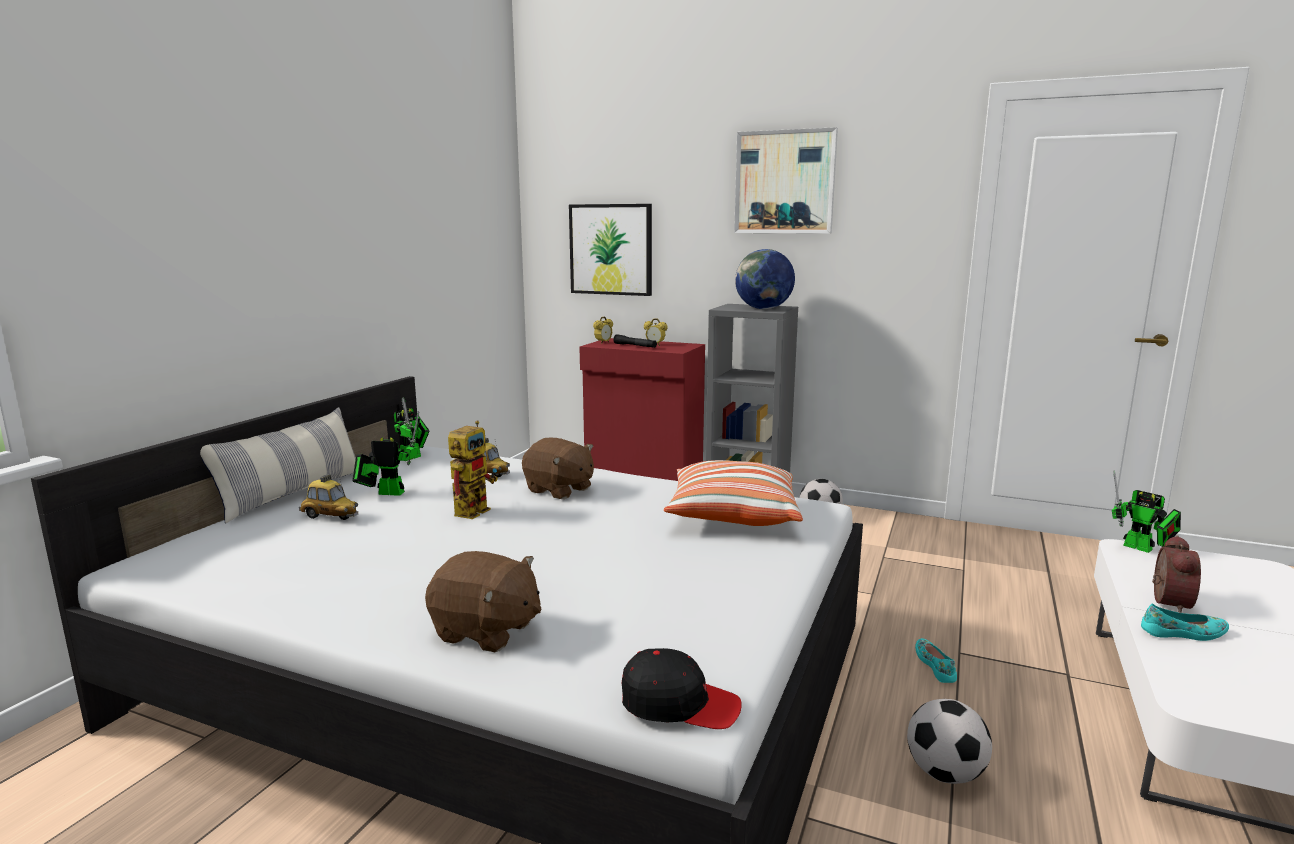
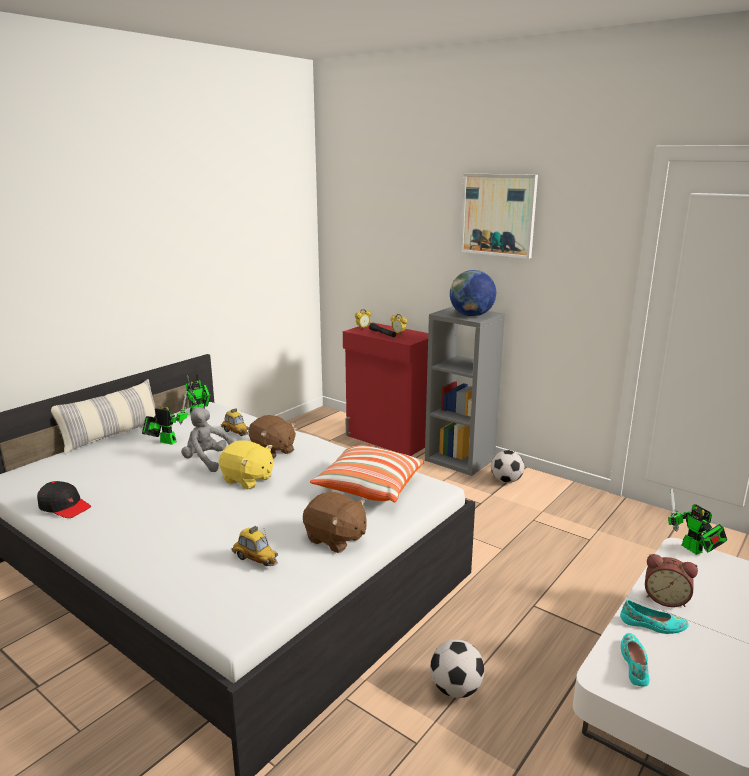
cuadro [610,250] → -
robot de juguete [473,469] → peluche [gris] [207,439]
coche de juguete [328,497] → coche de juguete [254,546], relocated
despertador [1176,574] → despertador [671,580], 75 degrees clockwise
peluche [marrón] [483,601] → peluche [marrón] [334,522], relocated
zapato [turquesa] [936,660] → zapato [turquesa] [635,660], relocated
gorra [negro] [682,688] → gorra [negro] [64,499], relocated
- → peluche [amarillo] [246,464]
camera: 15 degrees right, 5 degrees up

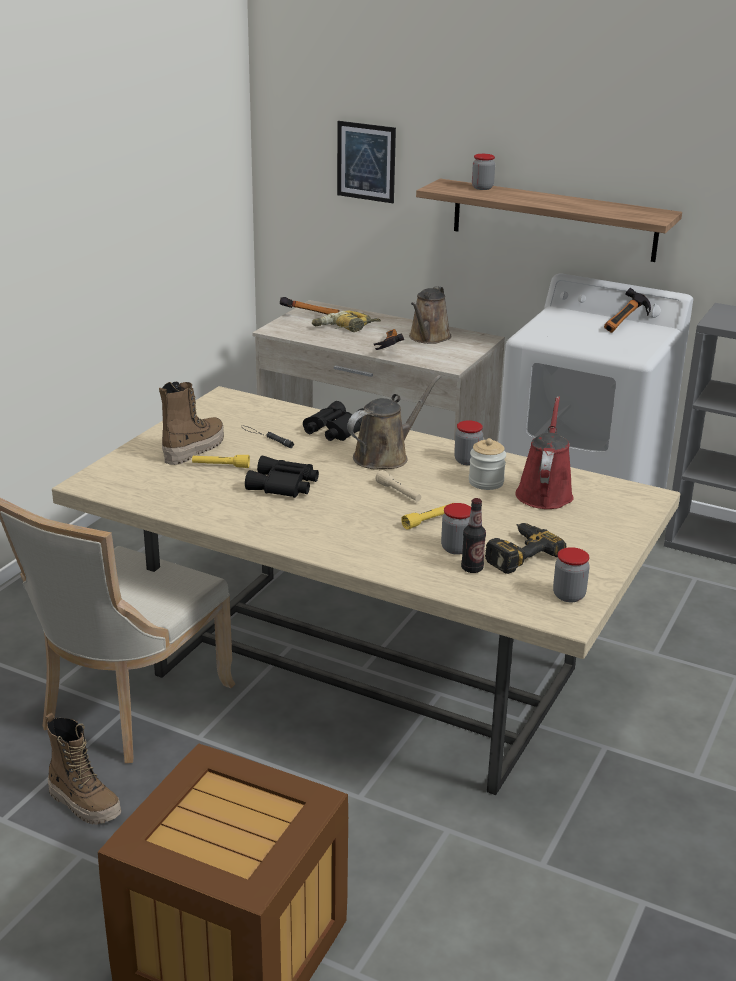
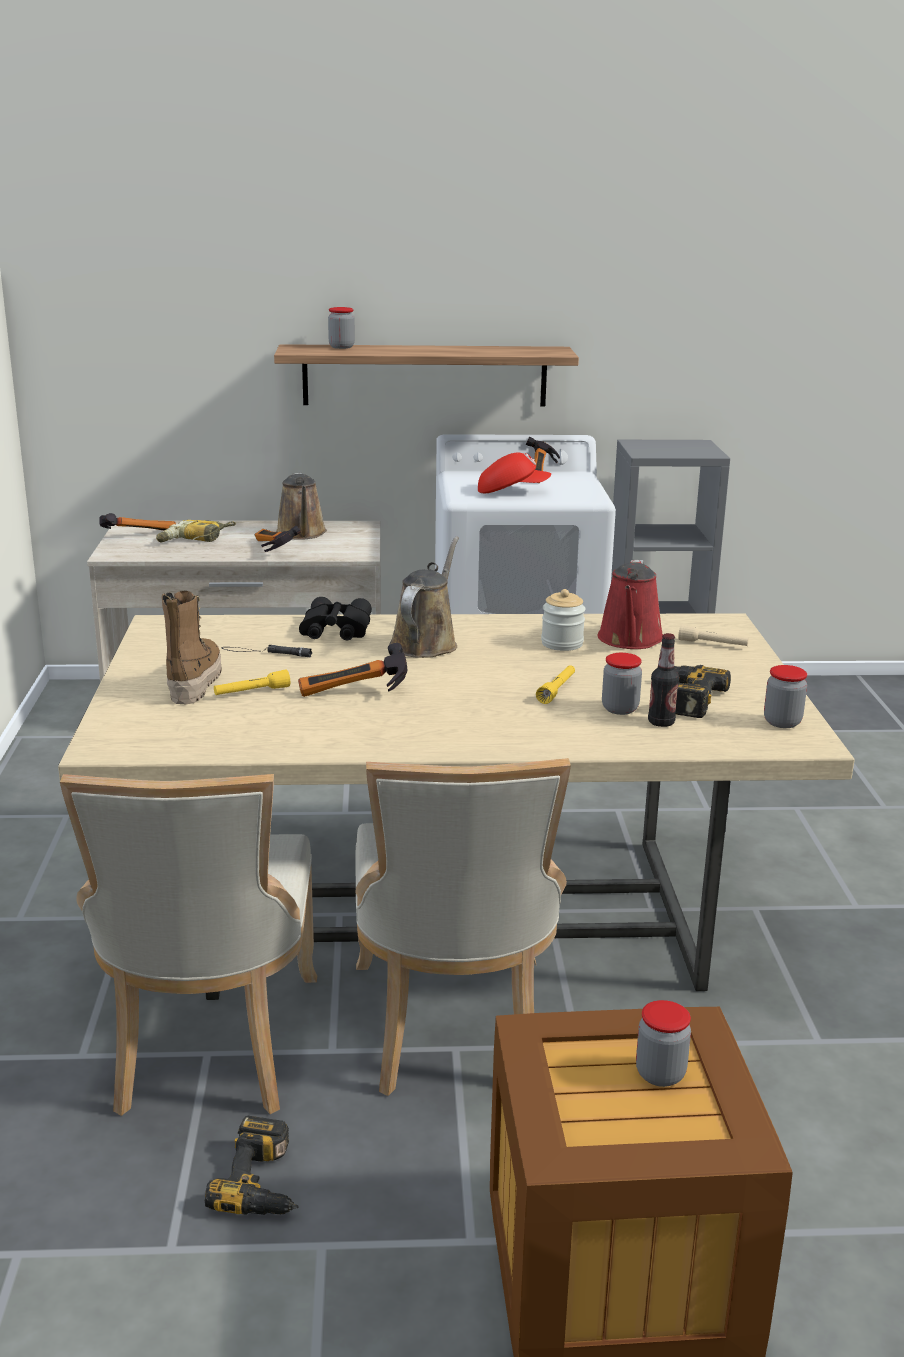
cuadro [366,162] → -
regadera [rojo] [544,452] → regadera [rojo] [630,604], 150 degrees counterclockwise
tarro [468,443] → tarro [663,1043], relocated
prismáticos [negro] [282,477] → martillo [352,670]
linterna [beis] [398,486] → linterna [beis] [713,635], relocated
bota [83,768] → taladro [252,1165]
- → gorra [rojo] [514,473]
- → silla [beis] [463,927]
camera: 30 degrees left, 5 degrees down

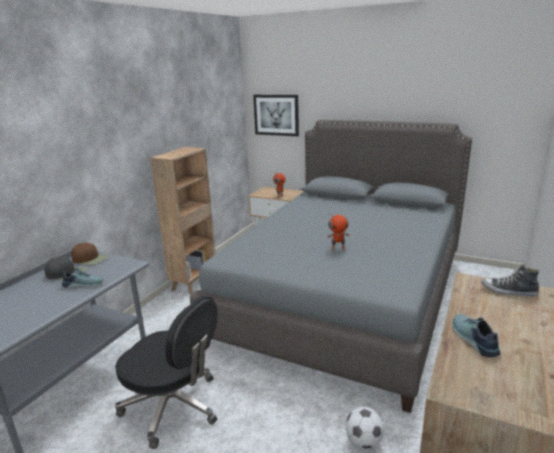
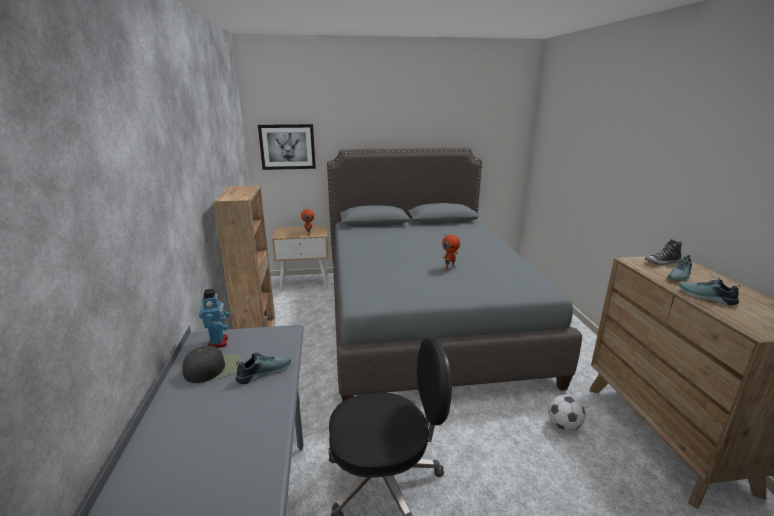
gorra [marrón] [89,254] → robot de juguete [215,318]
- → zapato [679,268]
camera: 35 degrees left, 0 degrees up

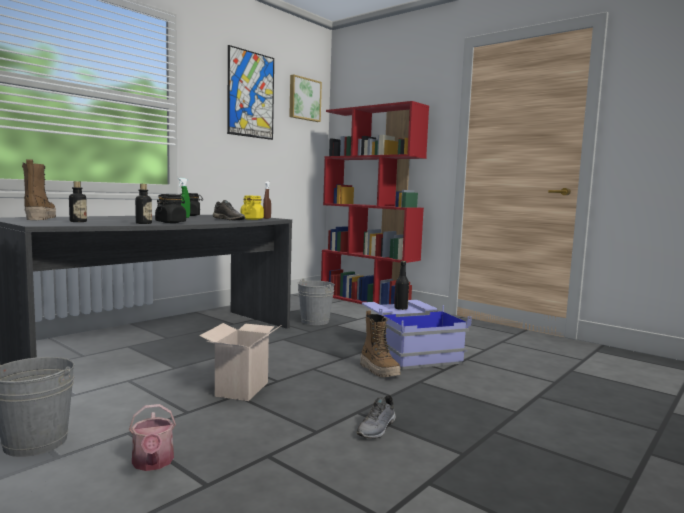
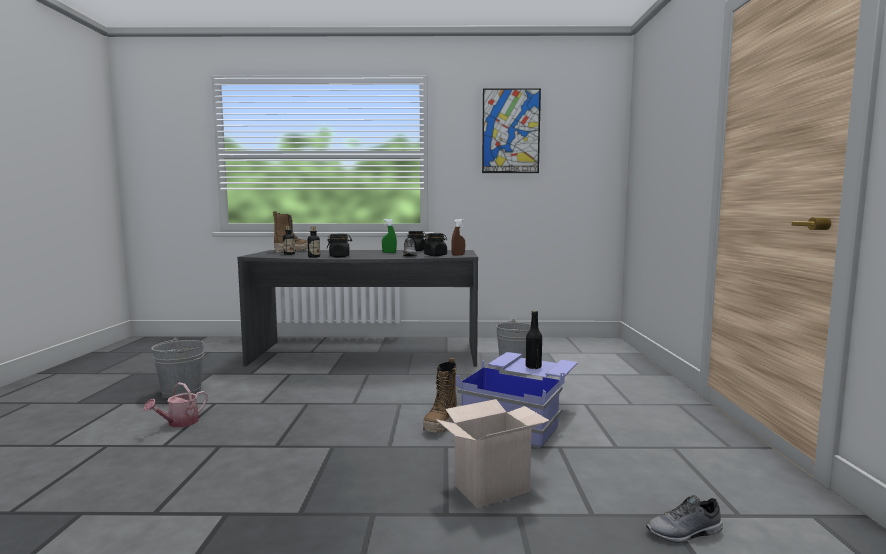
cuadro [305,98] → -
estantería [rojo] [375,203] → -
tarro [amarillo] [252,207] → tarro [negro] [435,244]
caja de cartón [240,362] → caja de cartón [493,453], relocated
zapato [gris] [376,416] → zapato [gris] [684,519], relocated
camera: 50 degrees right, 0 degrees up

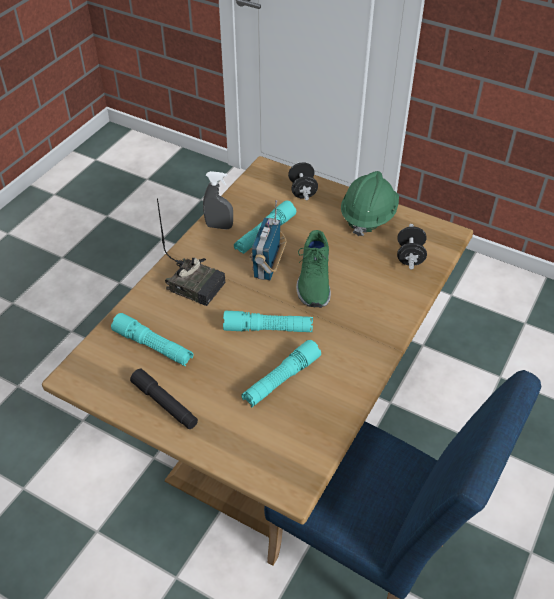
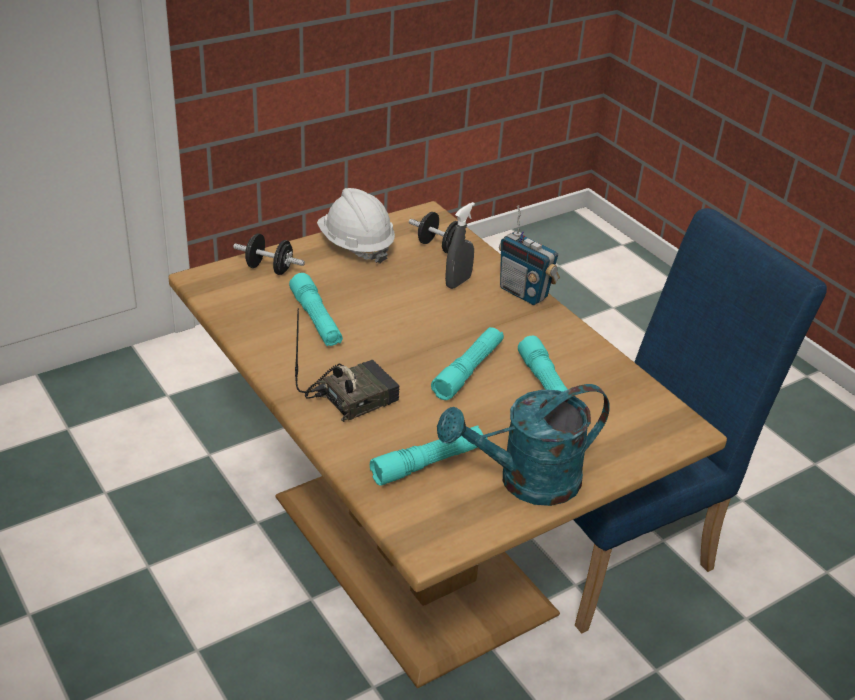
pulverizador [gris] [218,200] → pulverizador [gris] [460,245], relocated
casco [verde] [370,203] → casco [blanco] [356,226]
radio [268,240] → radio [529,255], relocated
zapato [verde] [313,269] → -
linterna [negro] [164,399] → regadera [turquesa] [523,445]
camera: 65 degrees left, 10 degrees down

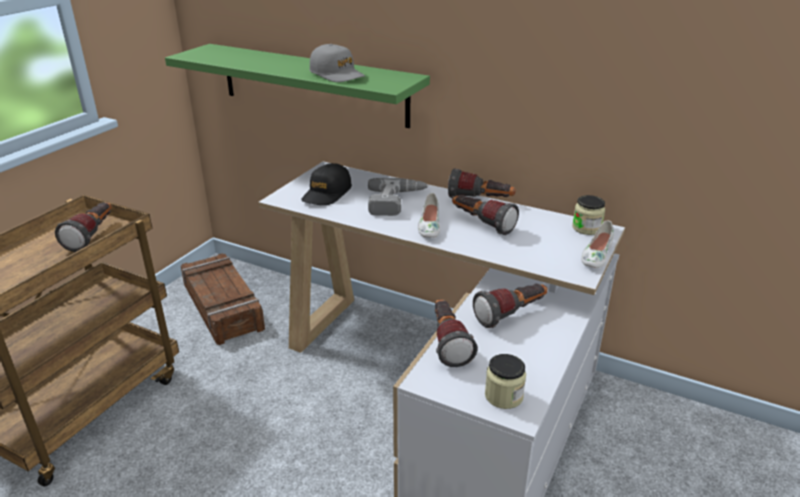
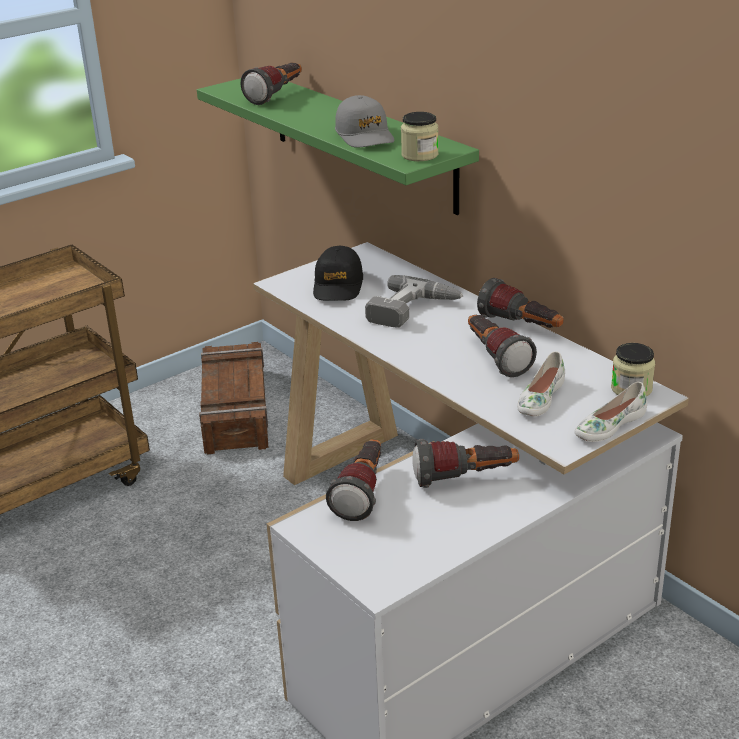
gorra [negro] [326,184] → gorra [negro] [338,273], 45 degrees counterclockwise
zapato [blanco] [429,215] → zapato [blanco] [541,384], relocated
linterna [83,227] → linterna [271,83], relocated
tarro [505,381] → tarro [420,136], relocated
camera: 25 degrees right, 0 degrees up

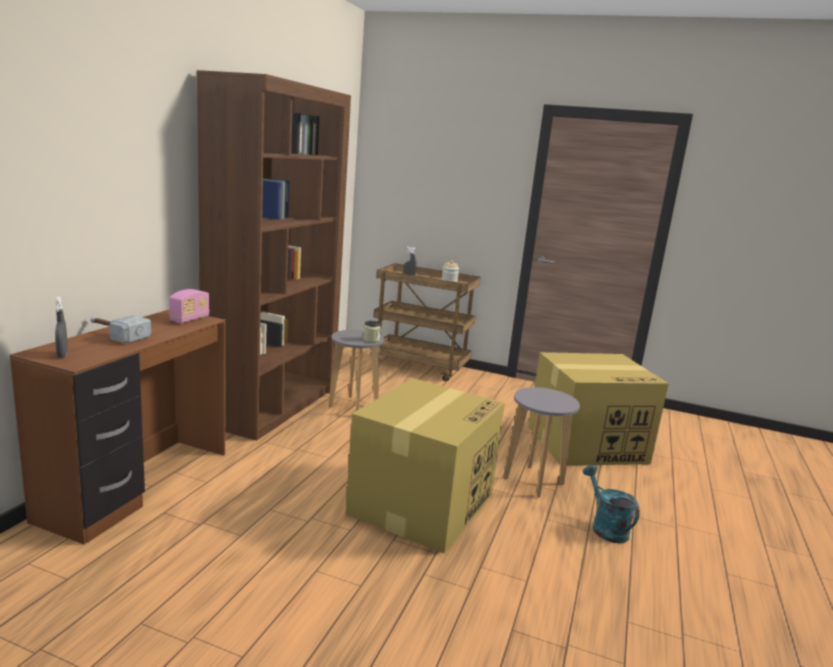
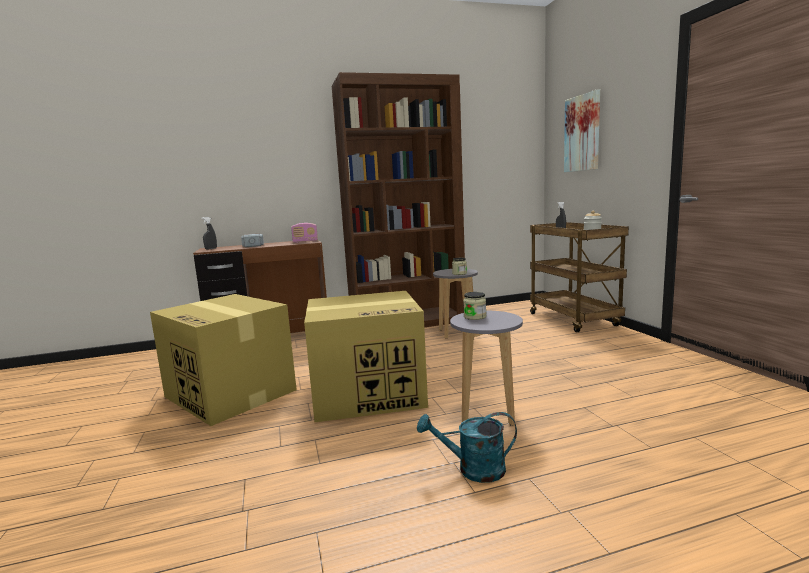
caja de cartón [598,409] → caja de cartón [223,360], relocated
regadera [turquesa] [611,504] → regadera [turquesa] [467,447], 120 degrees counterclockwise
- → cuadro [582,131]
- → tarro [474,306]
camera: 55 degrees right, 5 degrees down

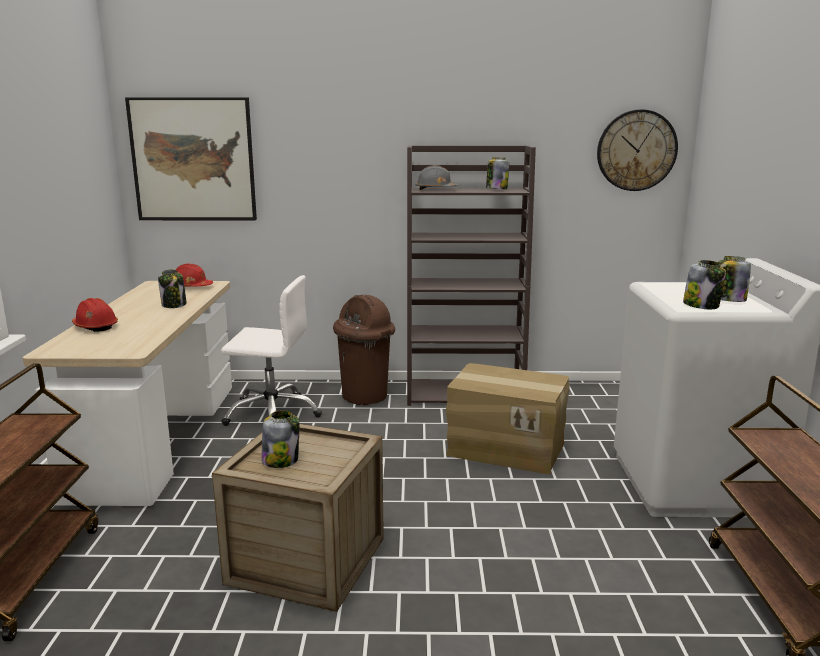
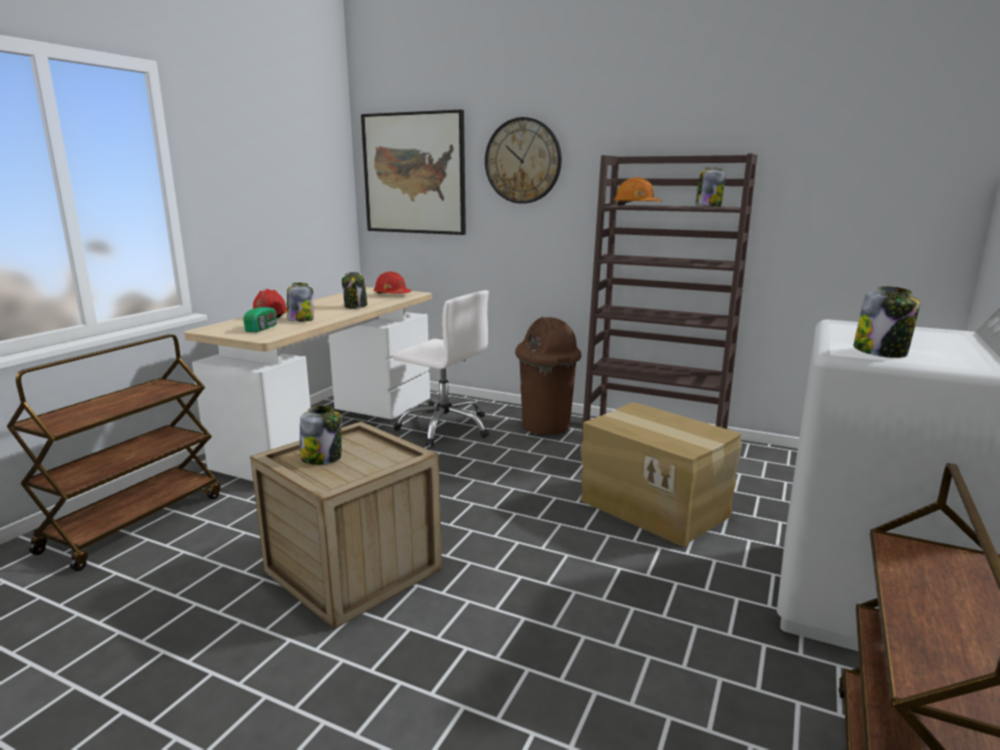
reloj de pared [637,150] → reloj de pared [523,160], relocated
casco [gris] [436,177] → casco [naranja] [637,191]
tarro [734,279] → tarro [300,302], relocated
- → radio [260,311]
camera: 25 degrees right, 0 degrees up

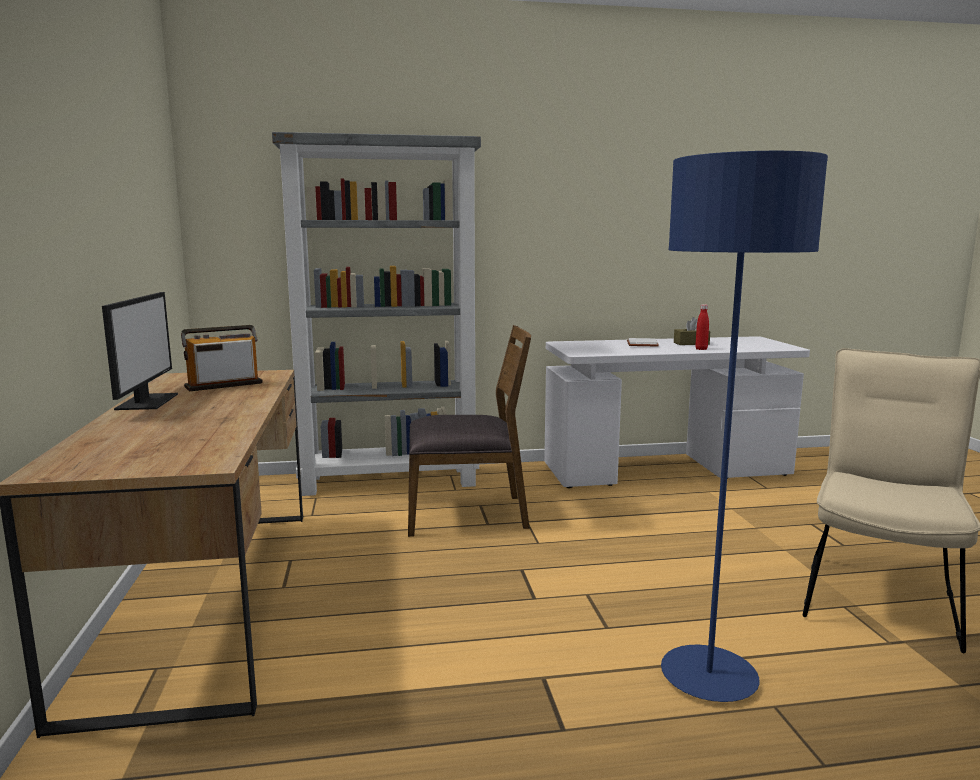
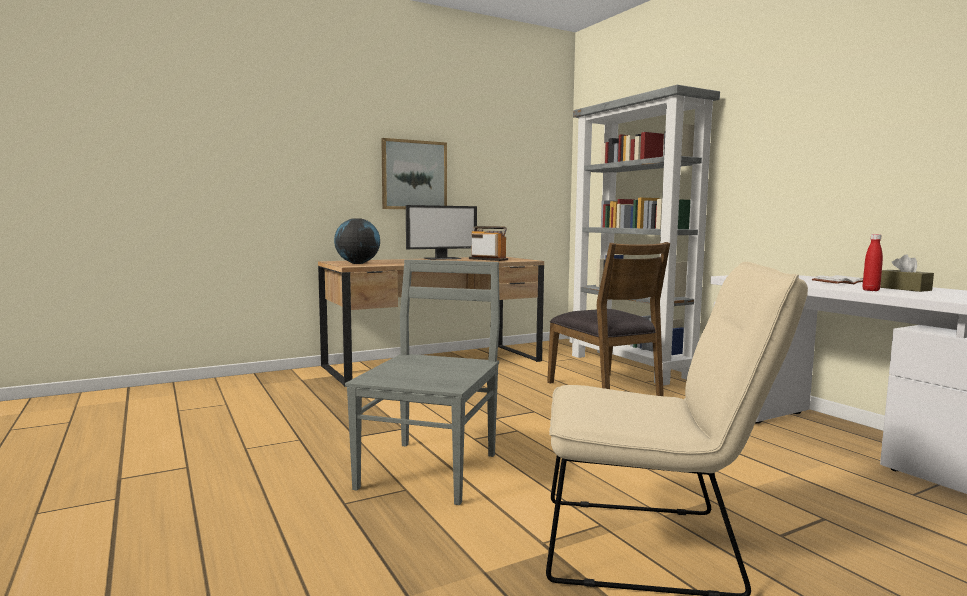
lámpara de pie [azul] [744,426] → silla [gris] [422,382]
- → cuadro [414,173]
- → globo terráqueo [357,241]
camera: 70 degrees right, 5 degrees down

